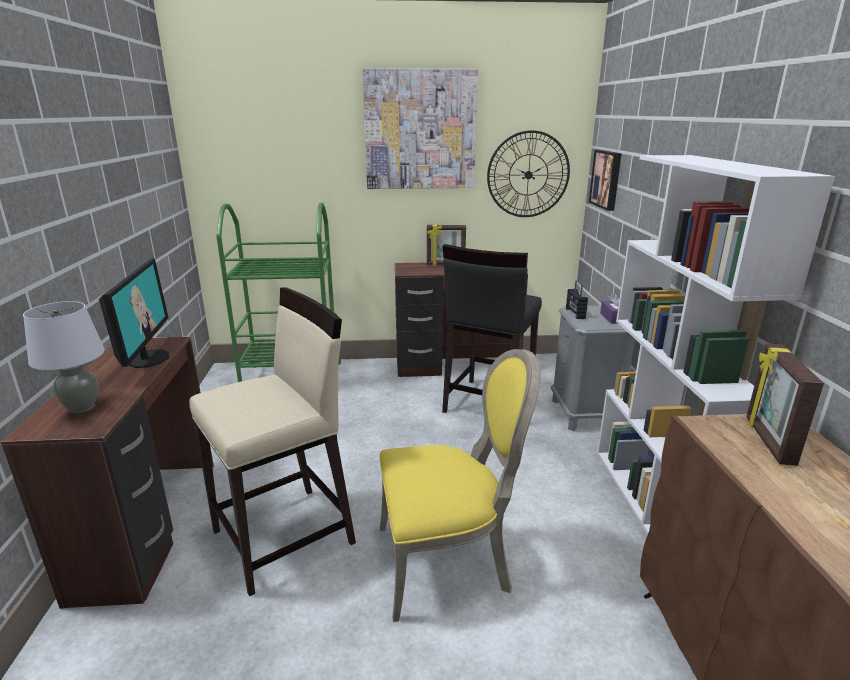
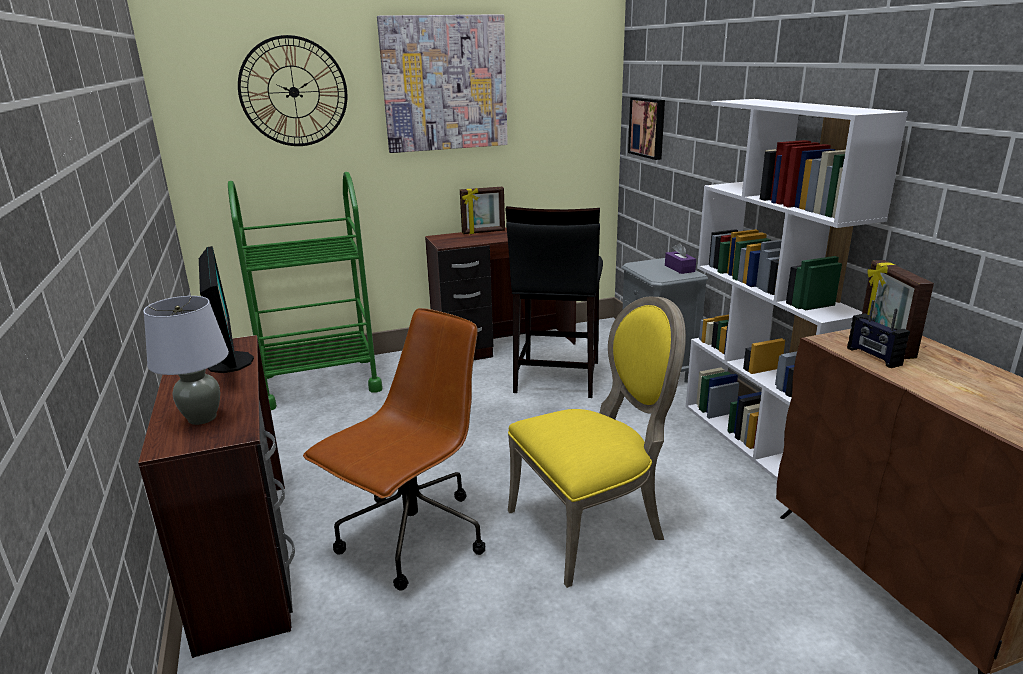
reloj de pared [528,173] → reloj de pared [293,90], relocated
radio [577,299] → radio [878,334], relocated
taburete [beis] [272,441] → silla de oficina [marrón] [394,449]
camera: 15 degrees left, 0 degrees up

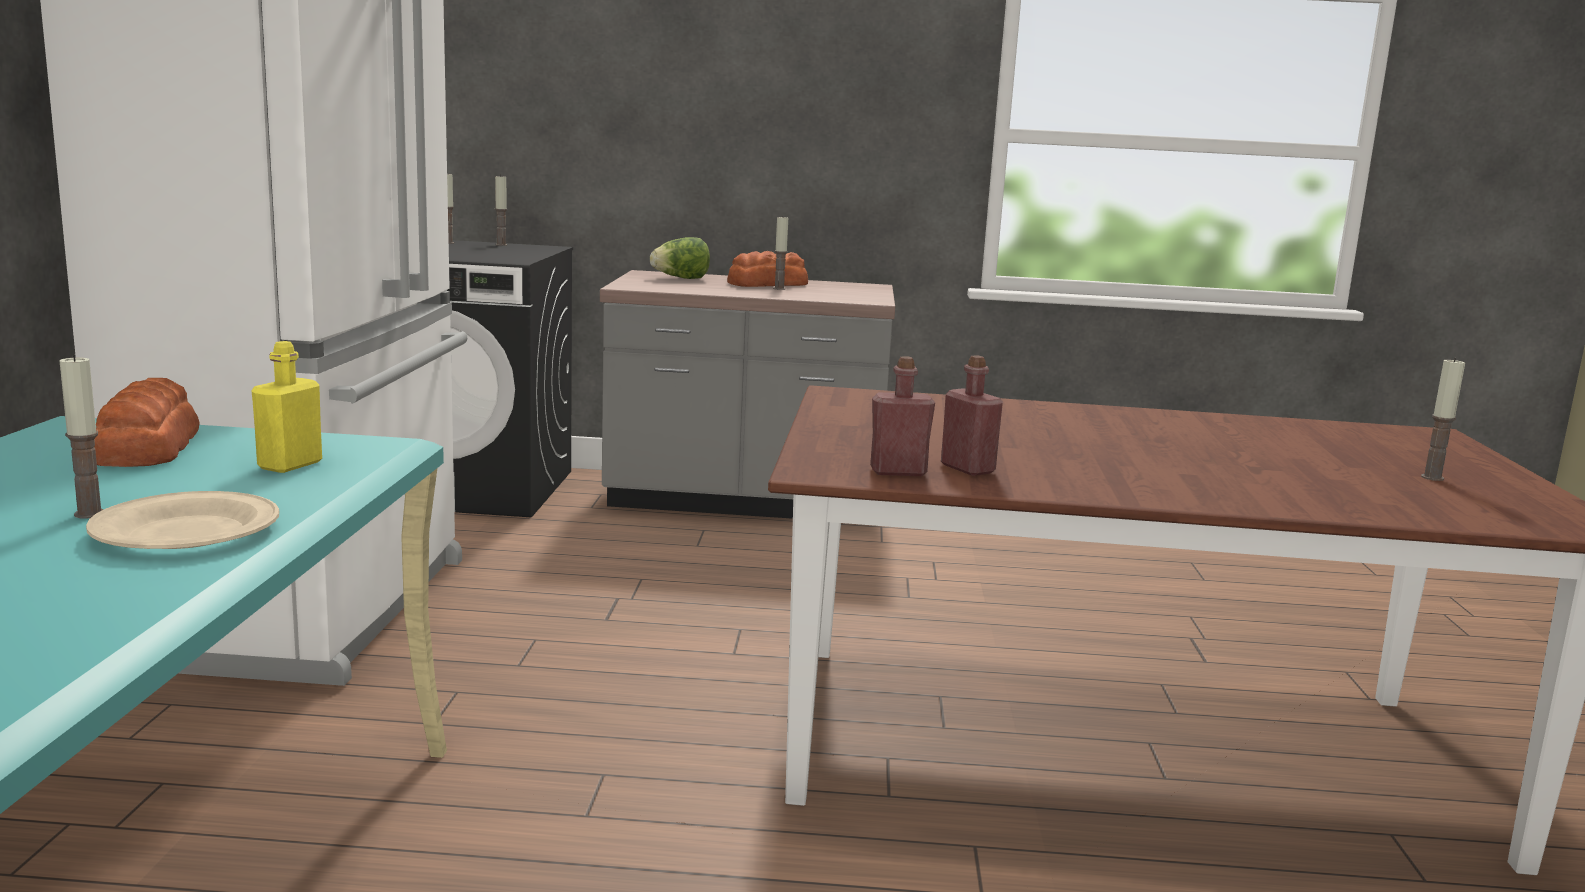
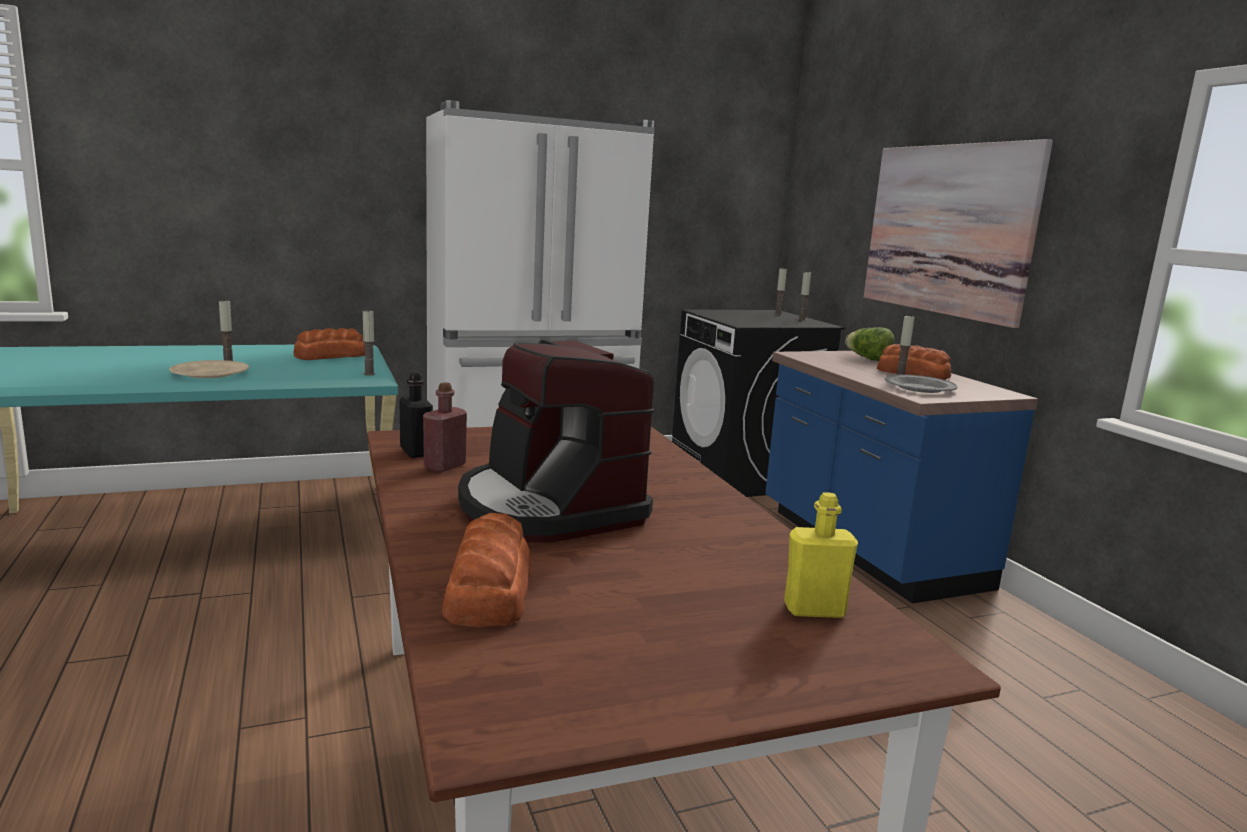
mueble bajo de cocina [gris] [747,394] → mueble bajo de cocina [azul] [901,477]
botella [amarillo] [287,407] → botella [amarillo] [821,555], relocated
botella [rojo] [902,416] → botella [negro] [416,415]
vela [1443,419] → vela [369,343], relocated
- → cuadro [958,233]
- → cafetera [556,441]
- → plato [gris] [921,383]
- → pan [486,570]
camera: 65 degrees right, 0 degrees up

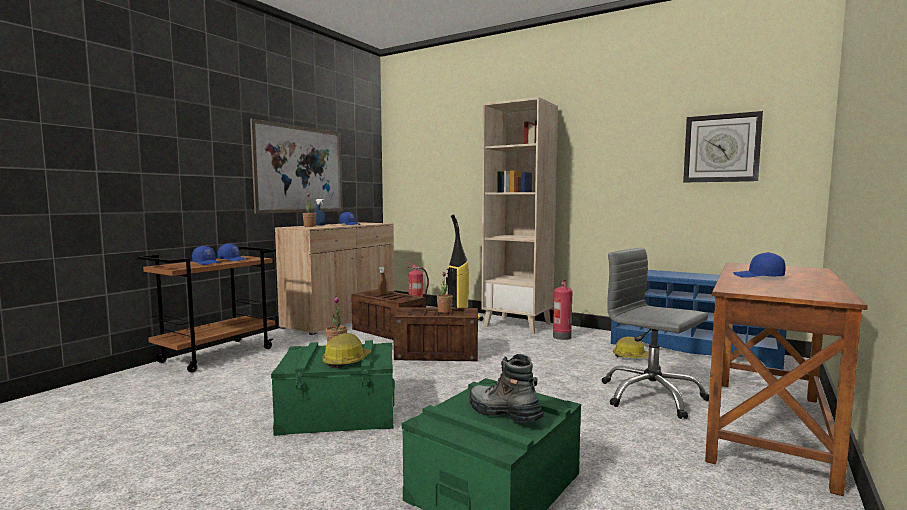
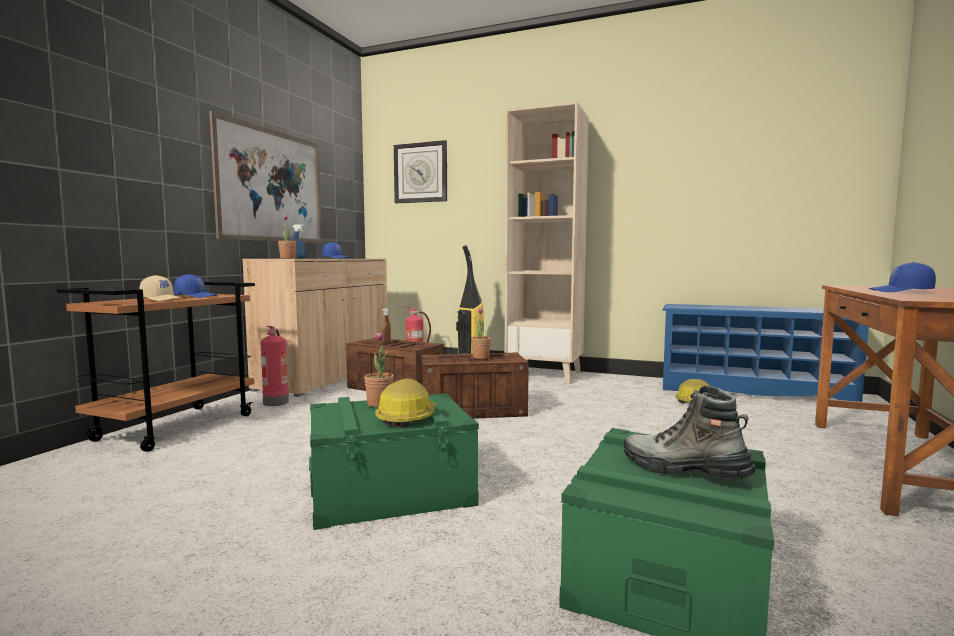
reloj de pared [723,146] → reloj de pared [420,171], relocated
gorra [azul] [206,255] → gorra [beis] [161,288]
silla de oficina [gris] [655,333] → -
extintor [562,310] → extintor [274,366], relocated
camera: 10 degrees left, 0 degrees up

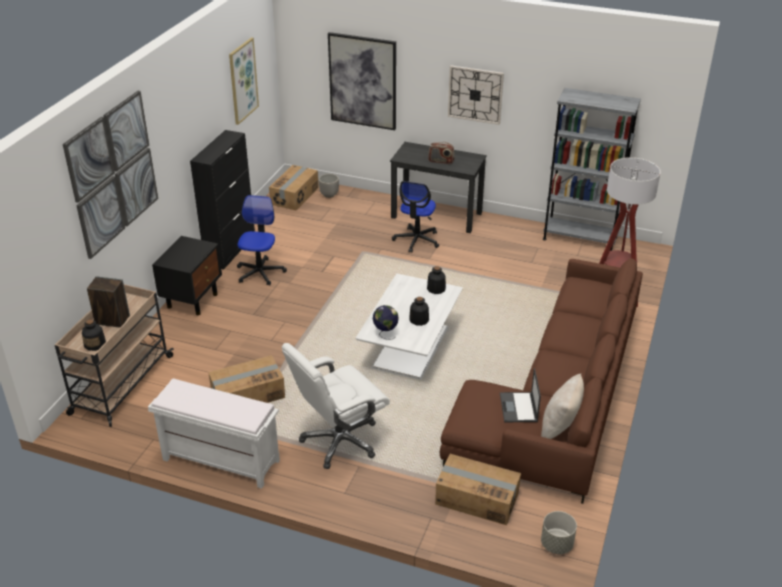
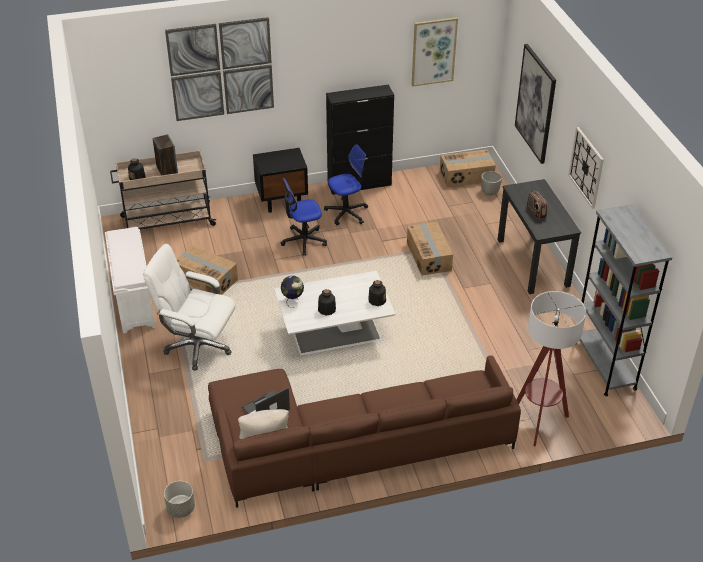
silla de oficina [415,217] → silla de oficina [304,217], relocated
caja de cartón [478,489] → caja de cartón [430,249], relocated
camera: 55 degrees right, 5 degrees up

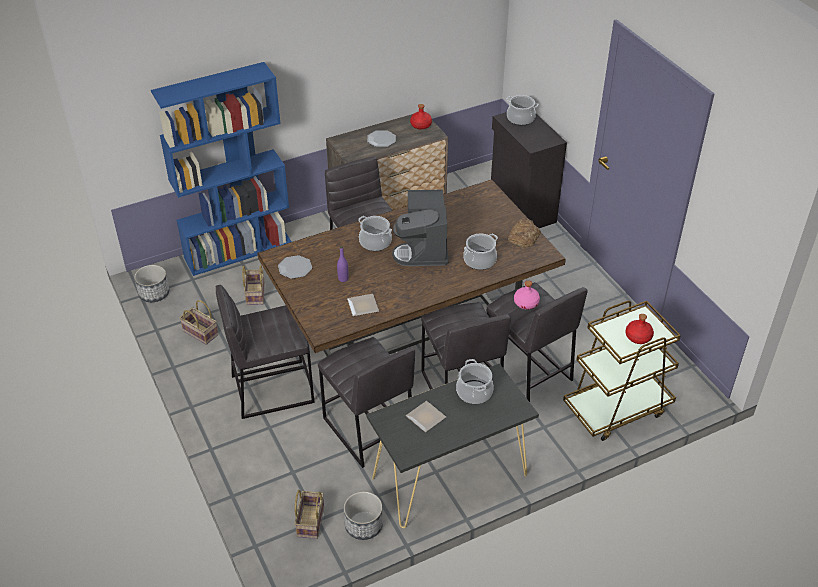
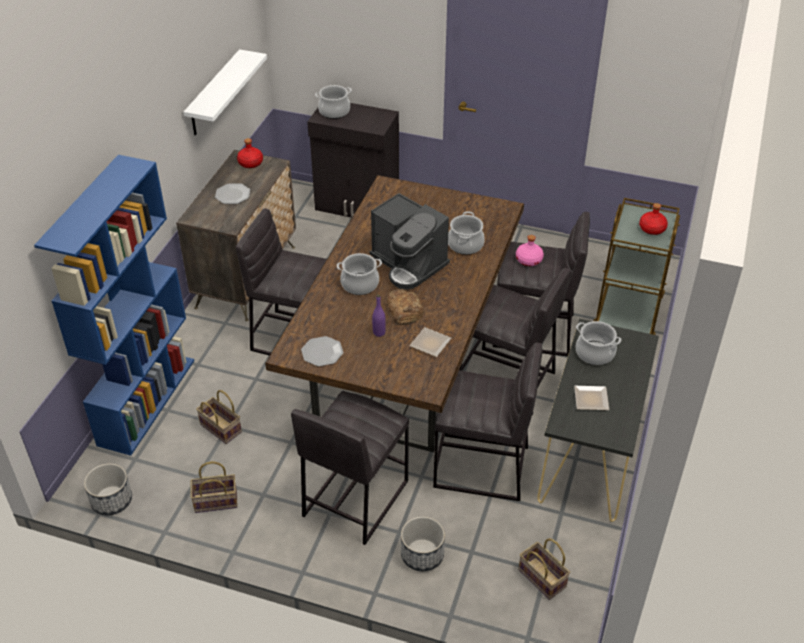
pan [524,232] → pan [405,307], relocated
maceta [363,515] → maceta [423,543], relocated
- → estante [blanco] [225,92]
camera: 45 degrees left, 0 degrees up

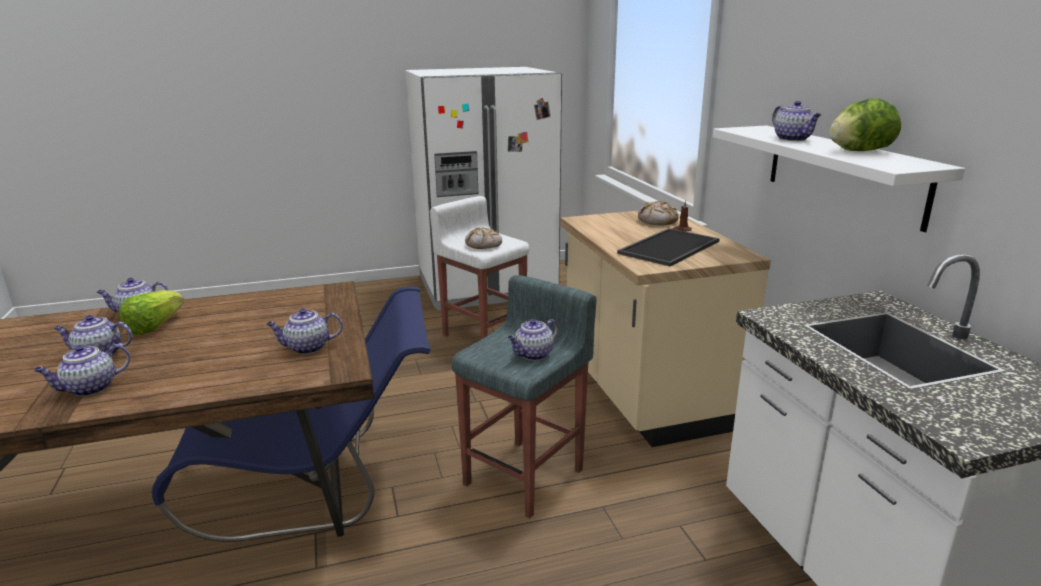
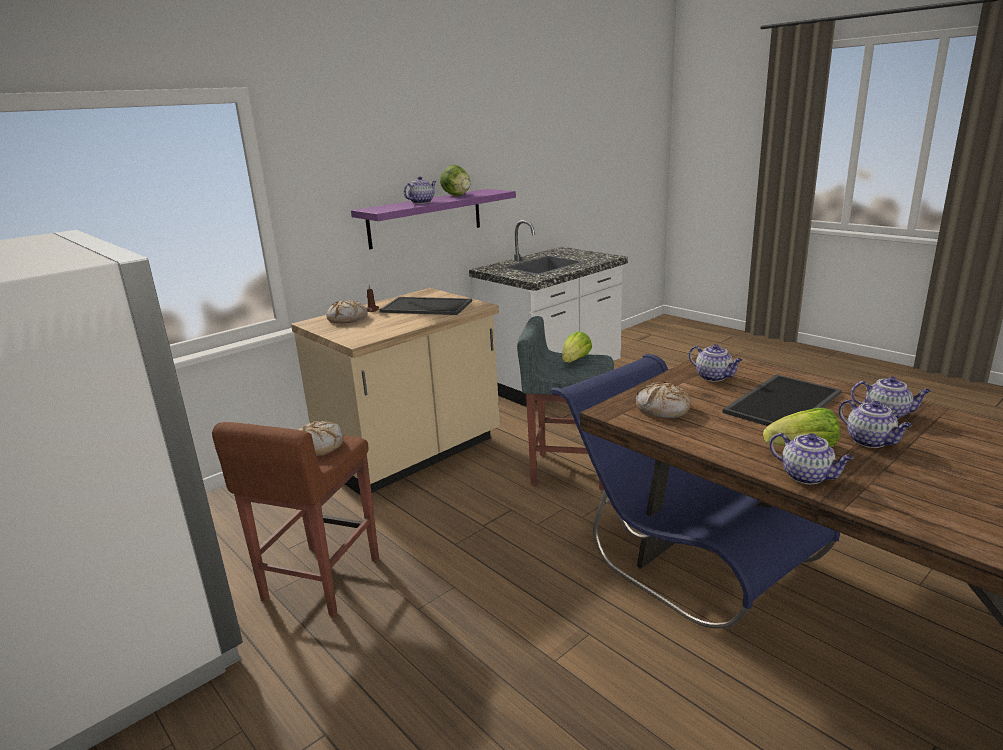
estante [blanco] [839,178] → estante [morado] [433,219]
taburete [blanco] [479,267] → taburete [marrón] [295,519]
tetera [533,339] → lechuga [577,347]
- → bandeja [781,400]
- → pan [663,400]
camera: 115 degrees left, 0 degrees up

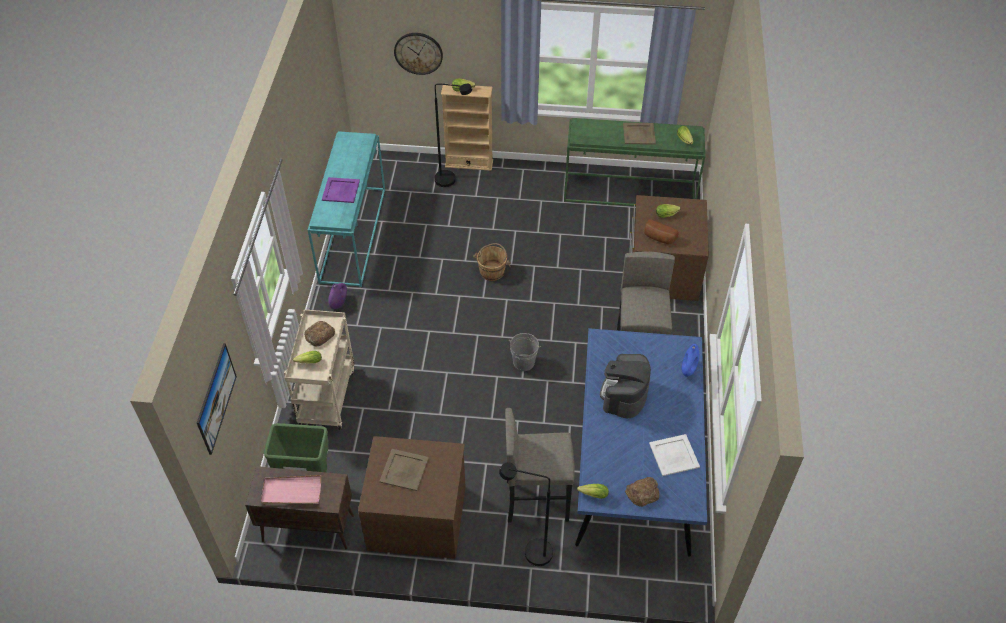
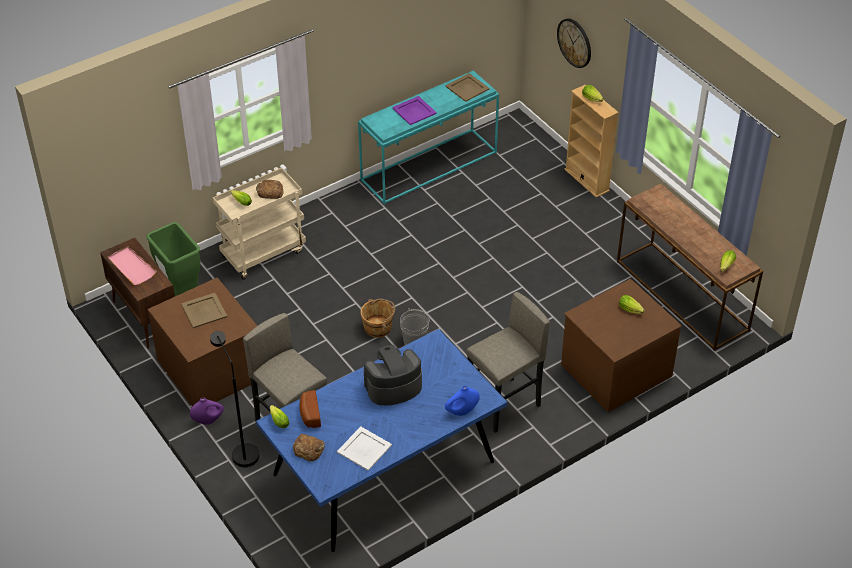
lámpara de pie [negro] [453,135] → -
mesa consola [verde] [634,162] → mesa consola [marrón] [690,267]
bandeja [beis] [639,133] → bandeja [beis] [467,87], relocated
pan [661,231] → pan [310,409], relocated
cubo [marrón] [492,262] → cubo [marrón] [377,318], relocated
florero [morado] [337,296] → florero [morado] [207,411], relocated
cuadro [217,399] → -
camera: 50 degrees right, 5 degrees down

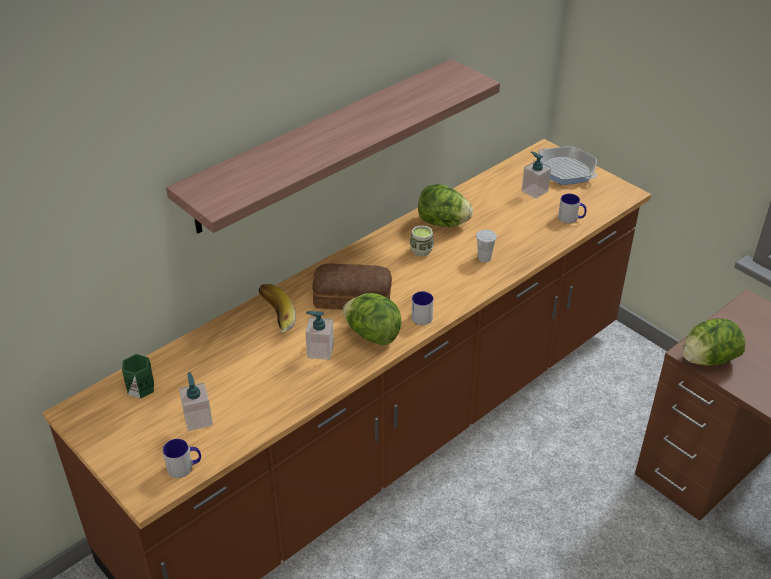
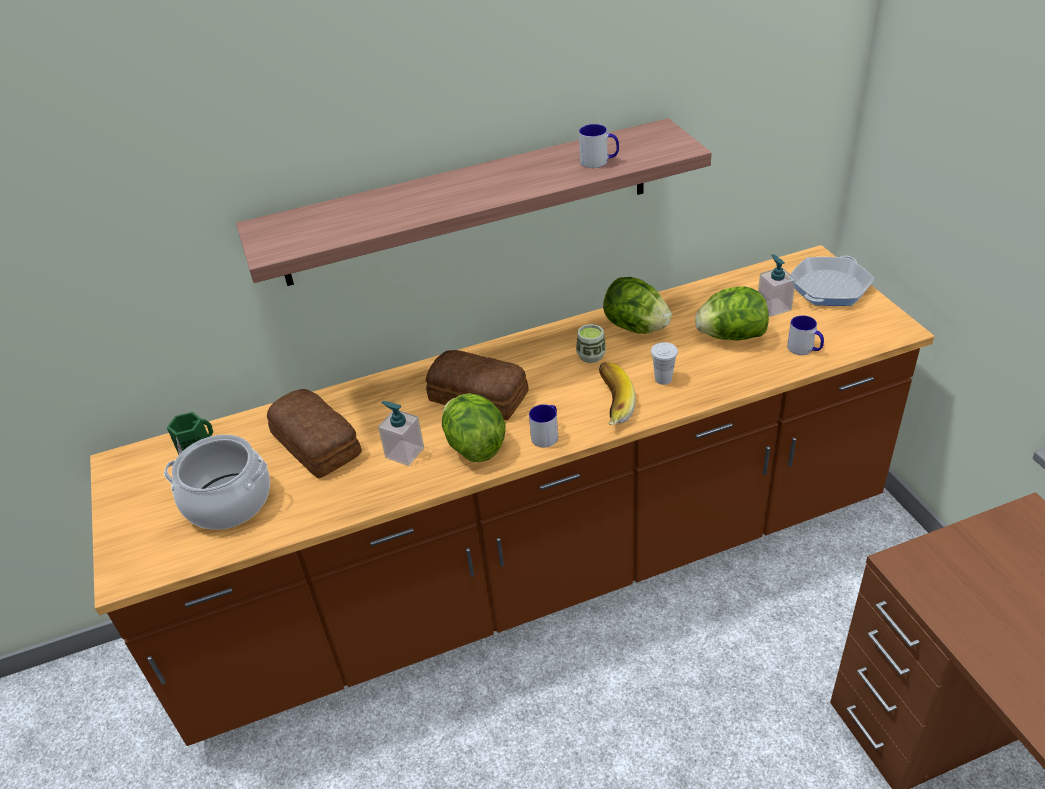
sartén [567,165] → sartén [832,281], 60 degrees clockwise
plátano [277,308] → plátano [617,393], relocated
lechuga [714,342] → lechuga [732,313], relocated
dispensador de jabón [196,401] → olla [217,482]
taza grande [182,458] → taza grande [599,146], relocated
- → pan [314,434]
camera: 25 degrees right, 0 degrees up

